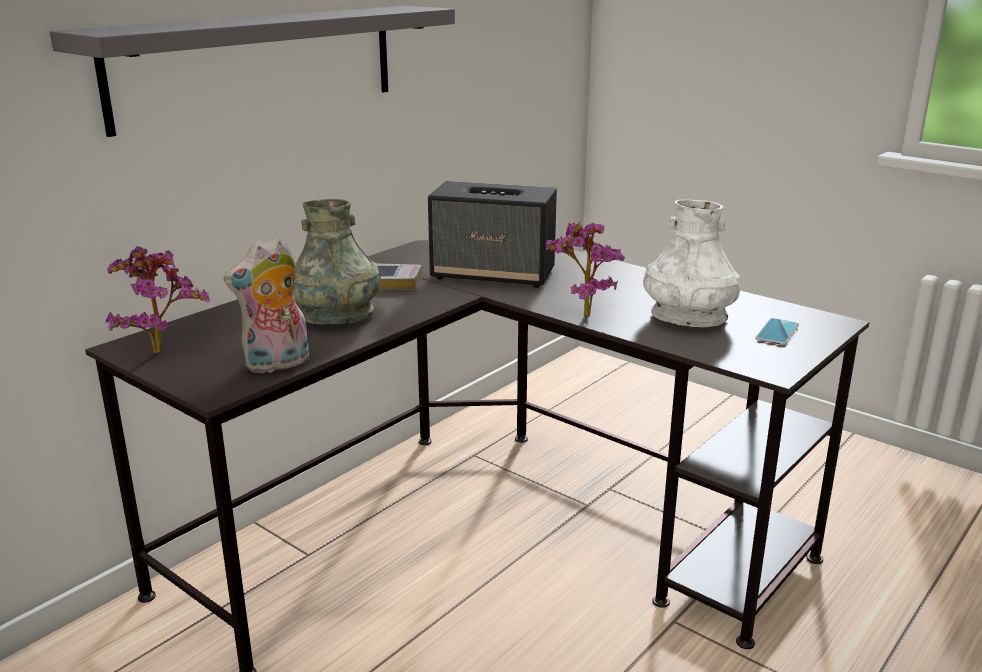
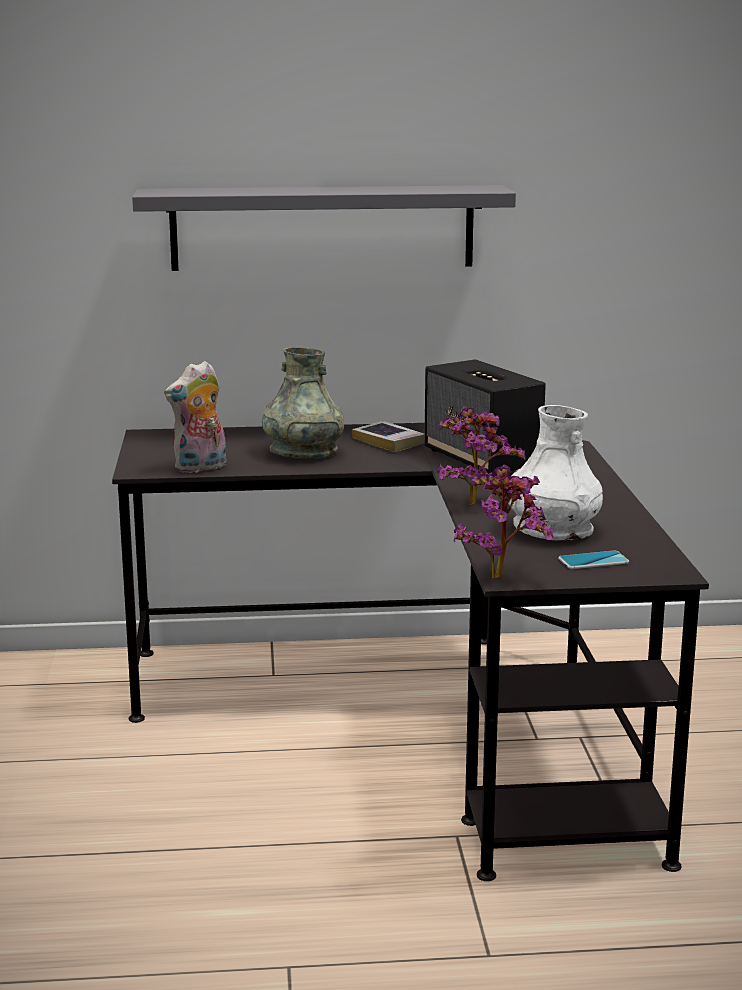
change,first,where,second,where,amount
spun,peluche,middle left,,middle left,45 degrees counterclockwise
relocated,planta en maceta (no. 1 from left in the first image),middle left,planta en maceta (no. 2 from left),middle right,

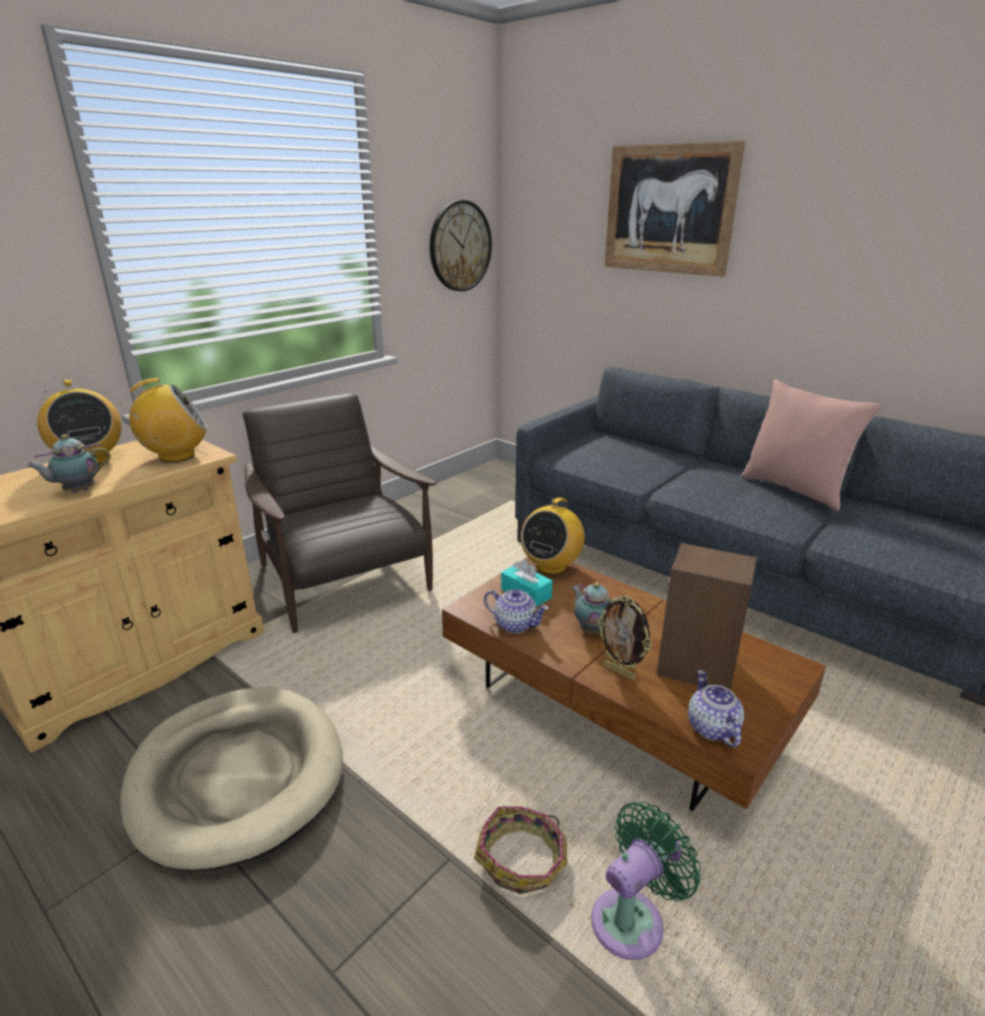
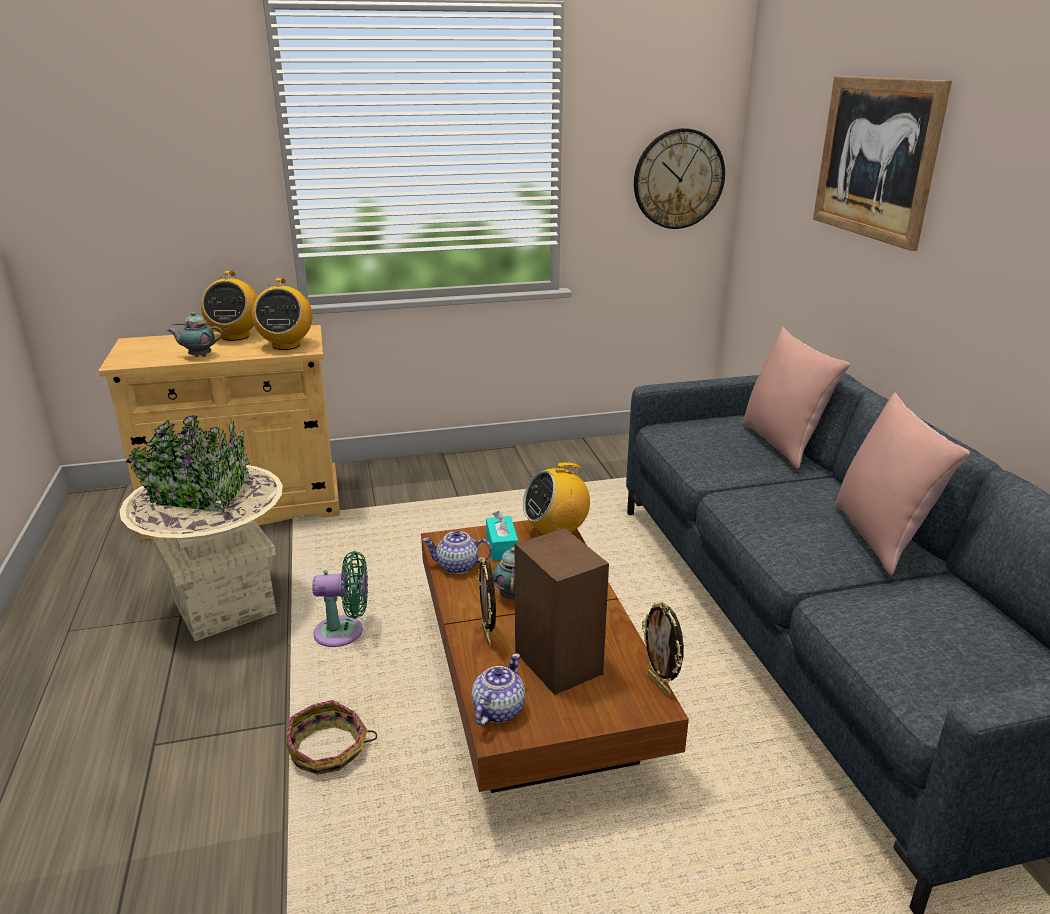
change,first,where,second,where,amount
exchanged,cama para perro/beis,bottom left,maceta/beis,middle left,
spun,radio (no. 2 from left),middle left,,middle left,75 degrees clockwise
relocated,ventilador/verde,bottom centre,,middle left,
spun,tetera (no. 2 from left),centre,,centre,120 degrees clockwise
appeared,,,portarretratos (no. 2 from left),bottom centre,
appeared,,,cojín/rosa (no. 1 from left),middle right,
missing,sillón/marrón,centre,,,

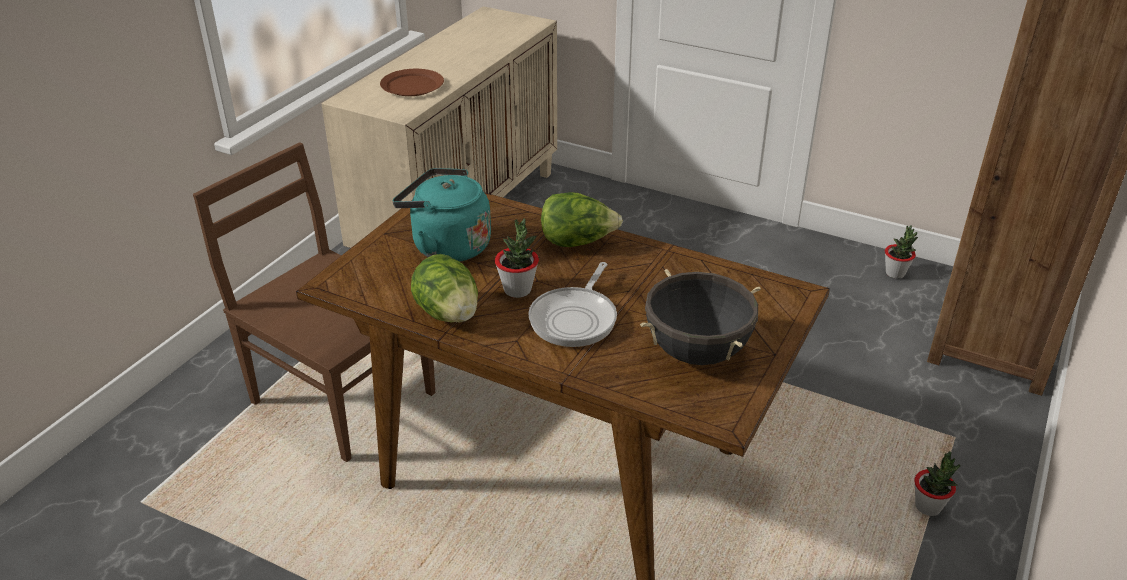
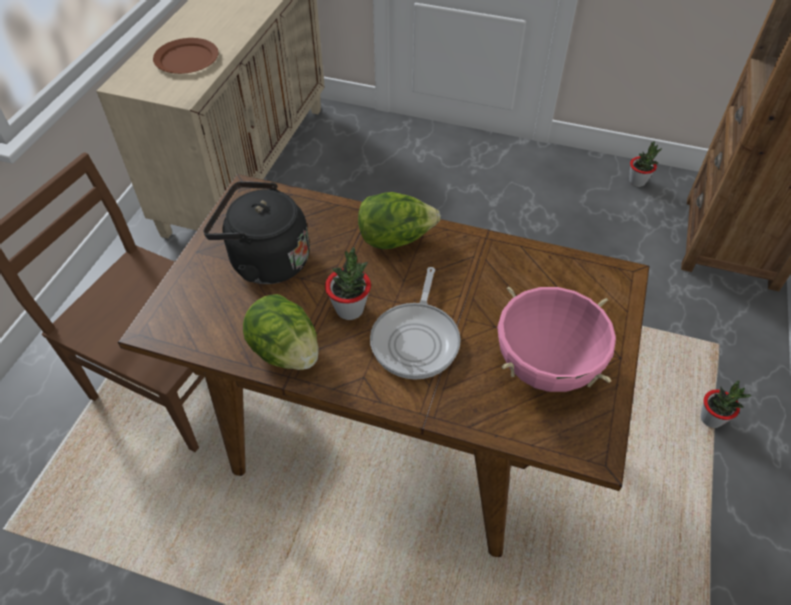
change,first,where,second,where,amount
colour,hervidor/turquesa,centre,hervidor/negro,middle left,
colour,olla/negro,centre,olla/rosa,middle right,

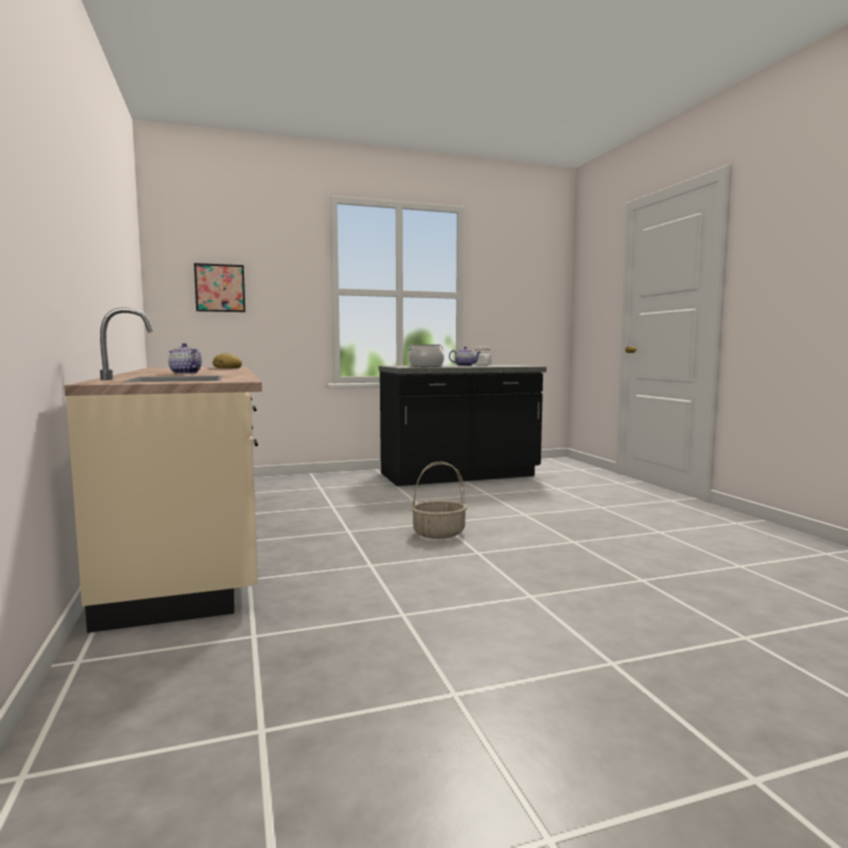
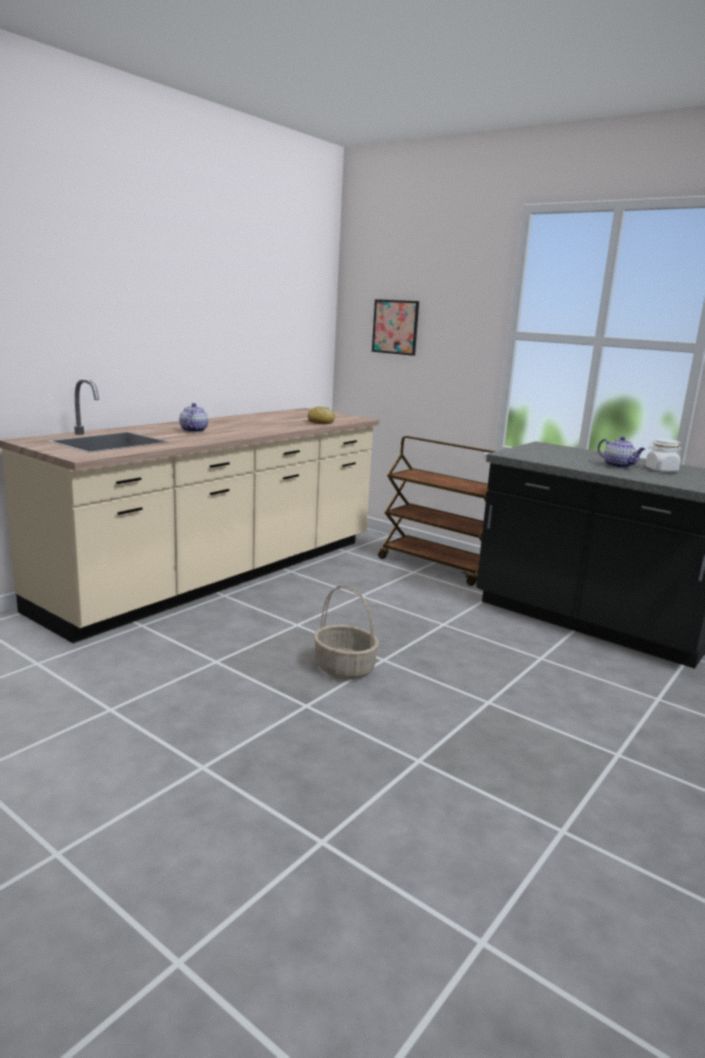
change,first,where,second,where,amount
appeared,,,carrito/marrón,centre,
missing,olla,centre,,,

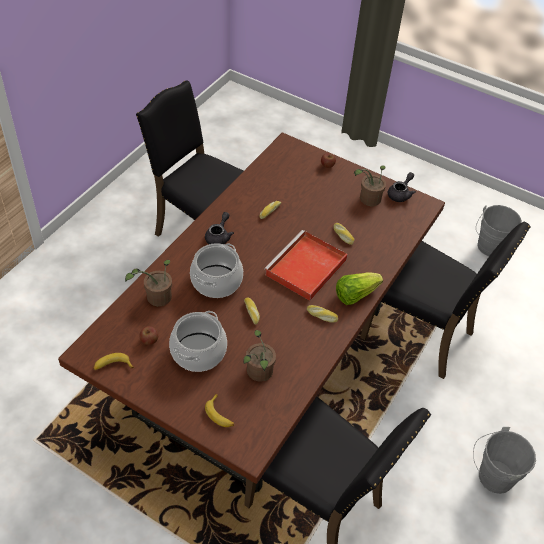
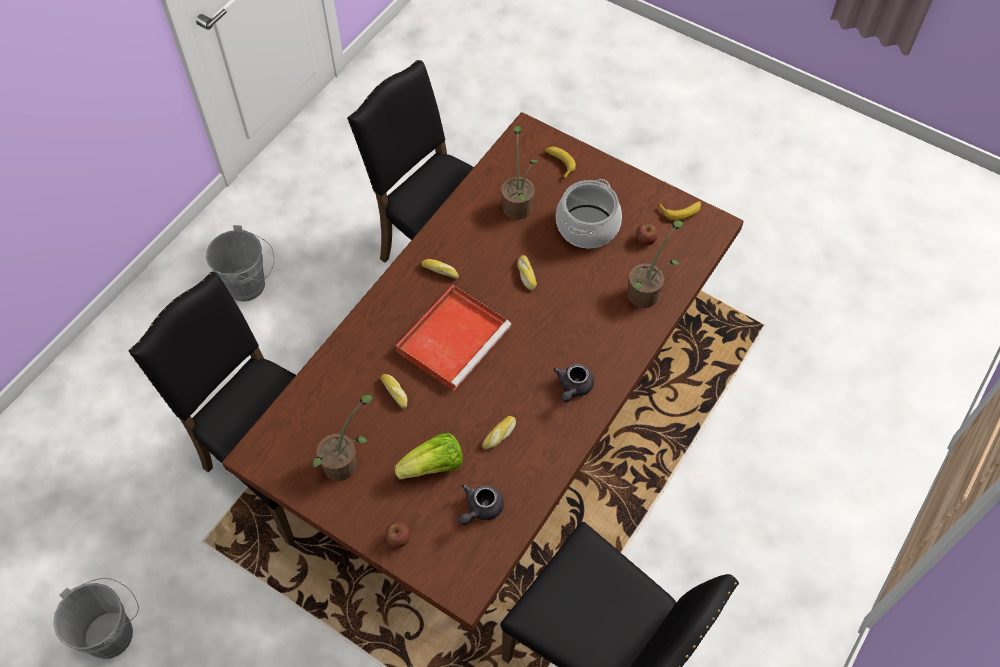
change,first,where,second,where,amount
relocated,lechuga,centre,,bottom centre,
relocated,tetera/gris (no. 2 from left in the first image),middle right,tetera/gris (no. 1 from left),bottom centre,
missing,olla (no. 2 from left),centre,,,

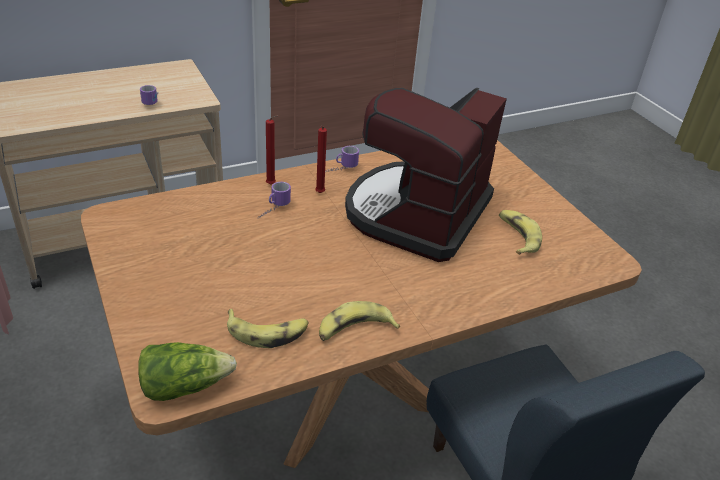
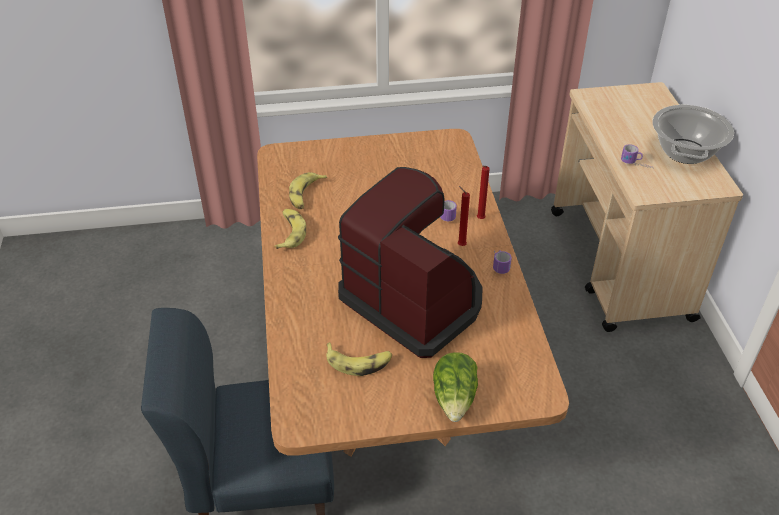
change,first,where,second,where,amount
relocated,lechuga,bottom left,,bottom centre,
appeared,,,olla,top right,

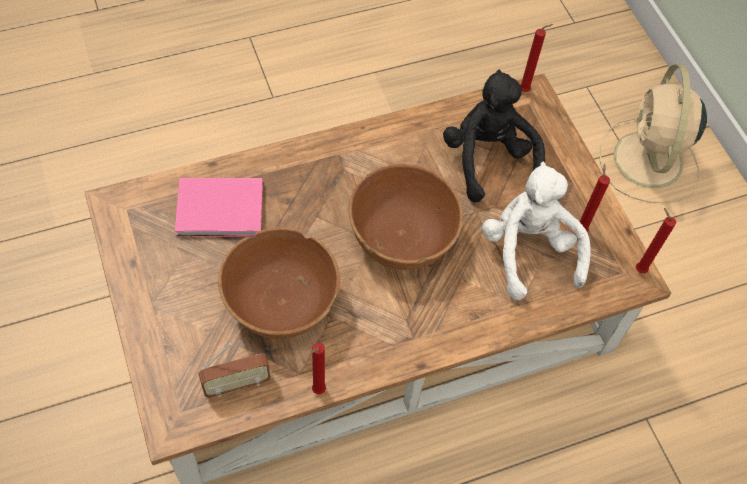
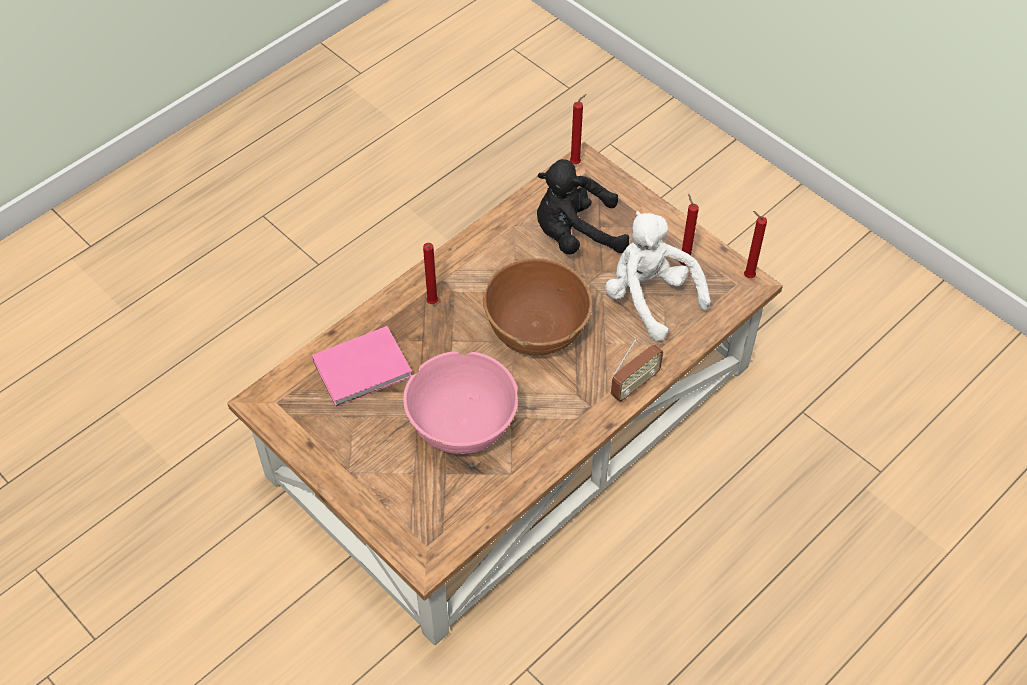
change,first,where,second,where,amount
colour,cuenco/marrón (no. 1 from left),centre,cuenco/rosa,centre,
relocated,vela/rojo (no. 1 from left),bottom centre,,centre,
spun,peluche/negro,top centre,,top centre,60 degrees counterclockwise
relocated,radio,bottom left,,centre,
missing,ventilador/beis,top right,,,

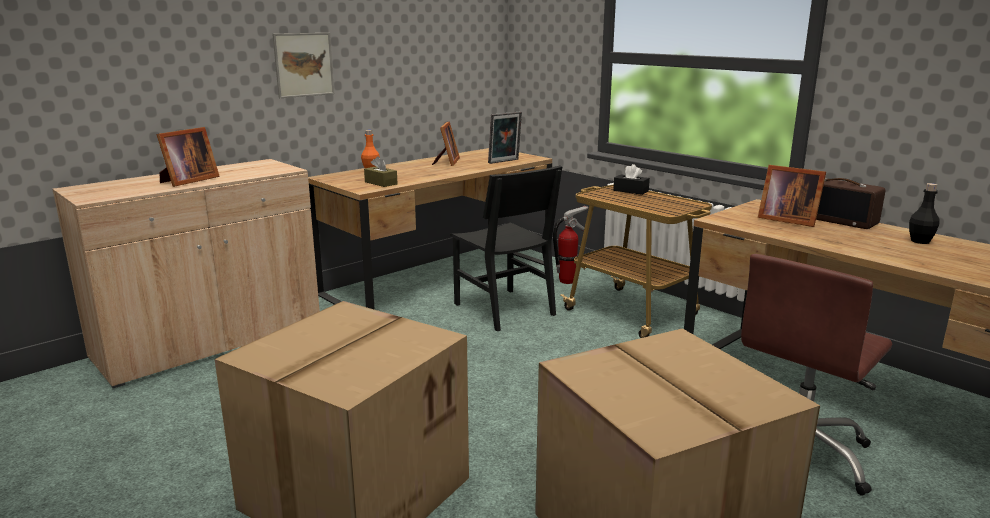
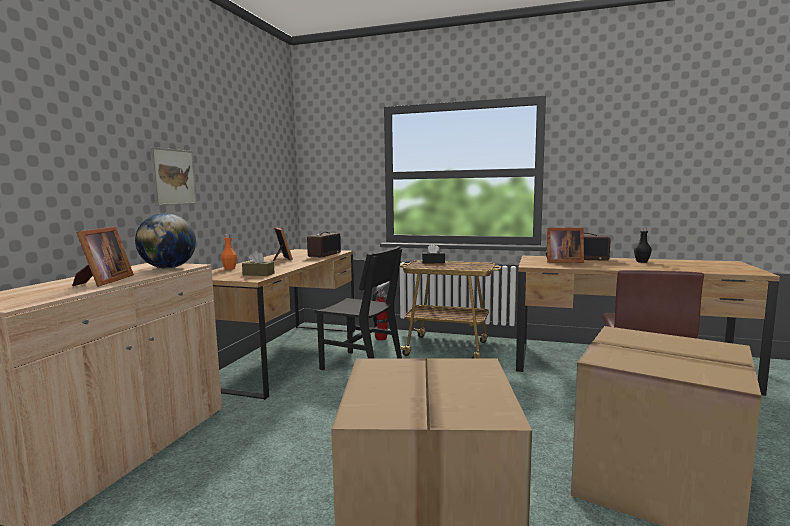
change,first,where,second,where,amount
appeared,,,globo terráqueo,middle left,
exchanged,portarretratos (no. 3 from left),top centre,radio (no. 1 from left),centre,

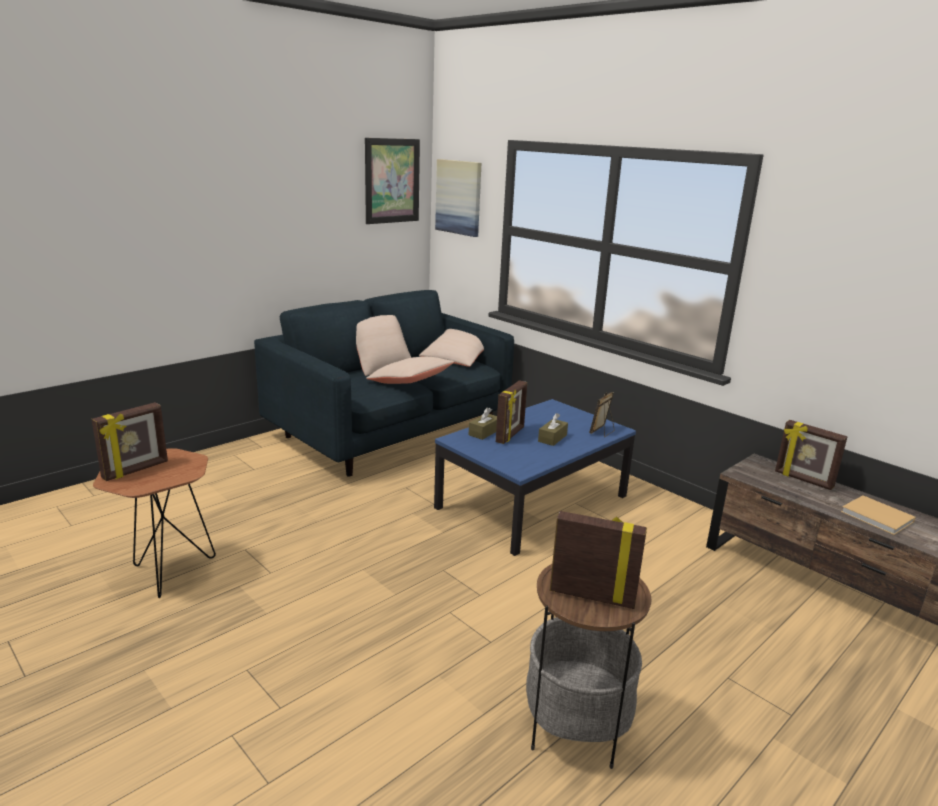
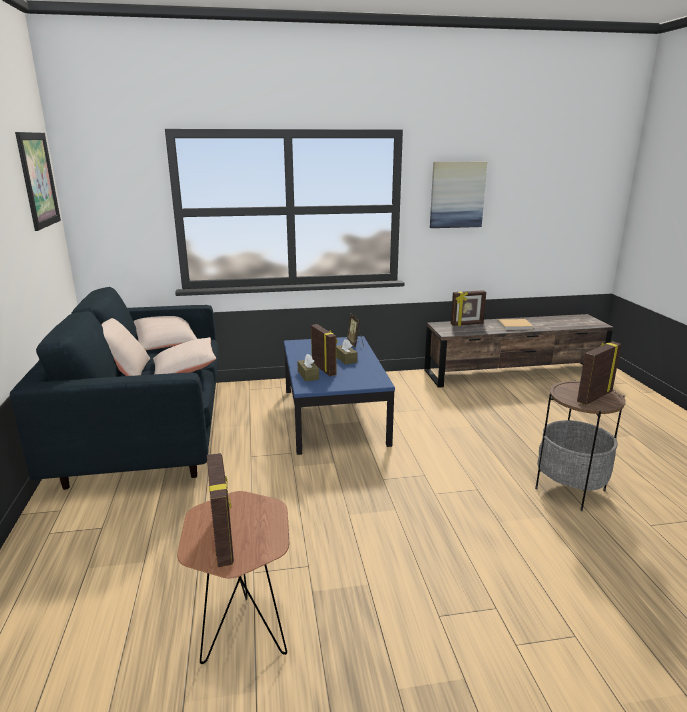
change,first,where,second,where,amount
relocated,cuadro (no. 2 from left),top centre,,top right,

